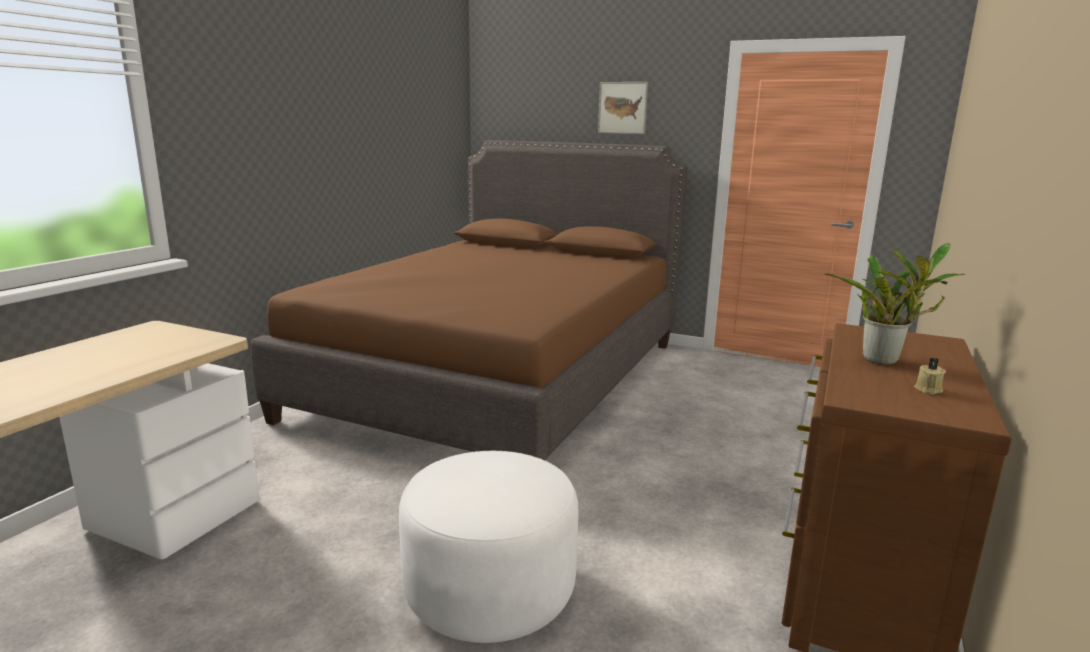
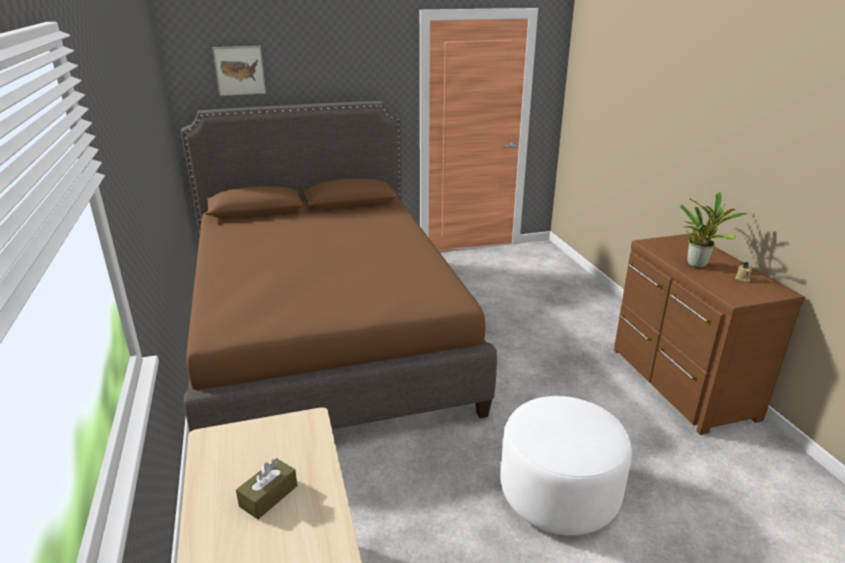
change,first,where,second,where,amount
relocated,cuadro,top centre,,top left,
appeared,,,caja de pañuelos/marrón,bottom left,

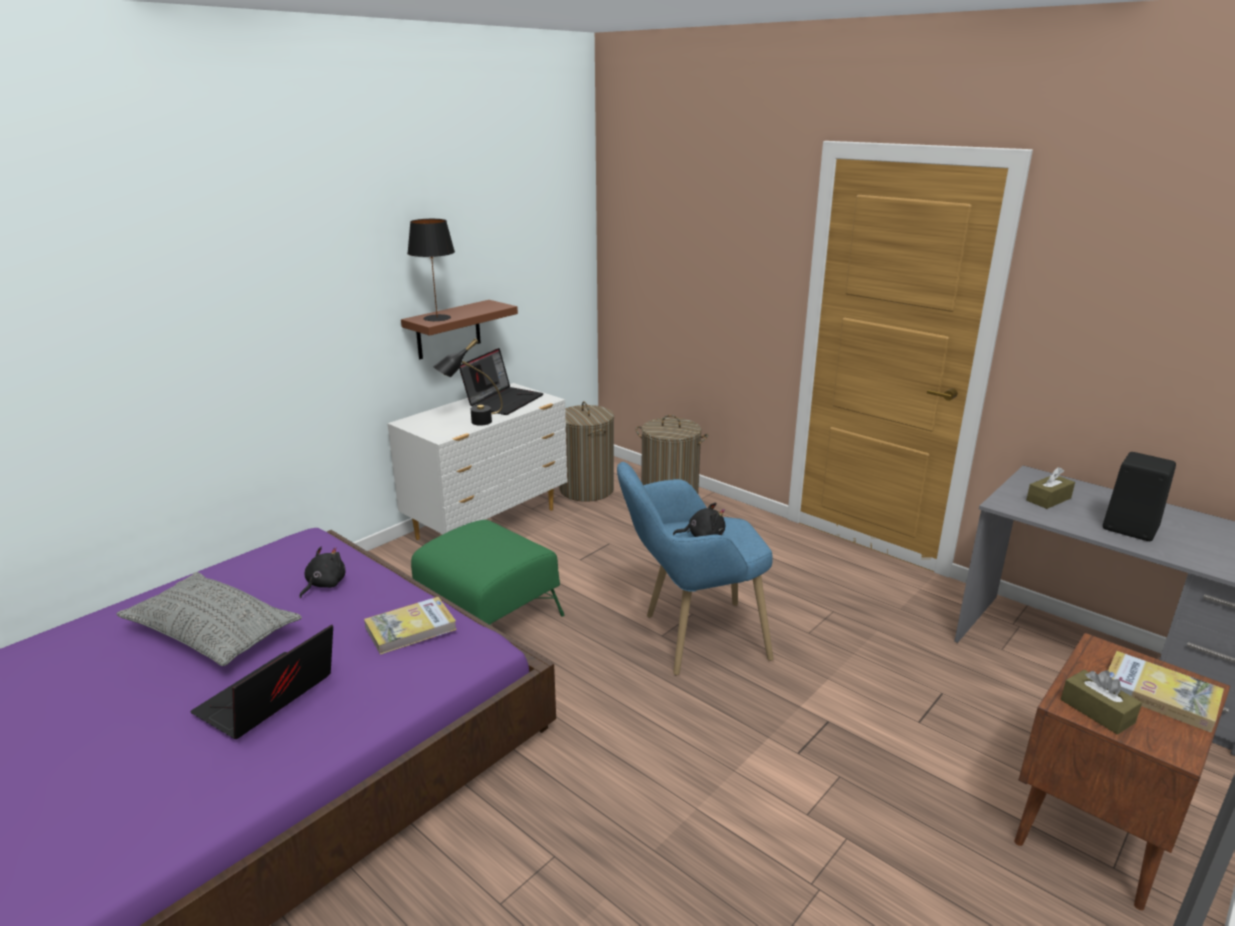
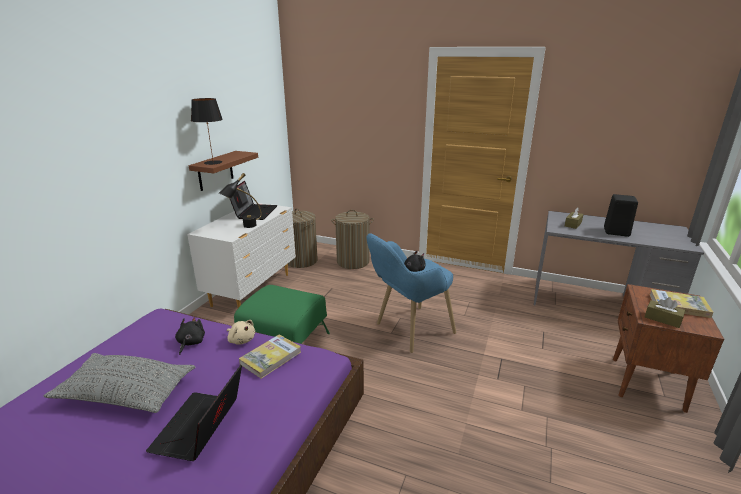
change,first,where,second,where,amount
appeared,,,peluche/beis,bottom left,

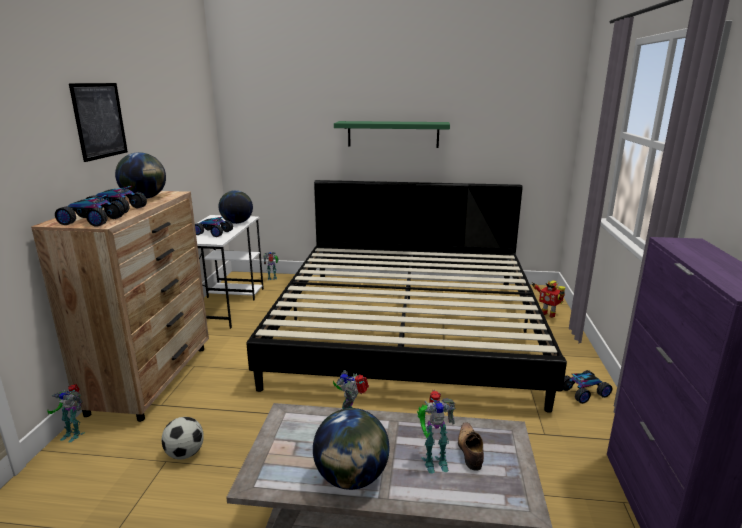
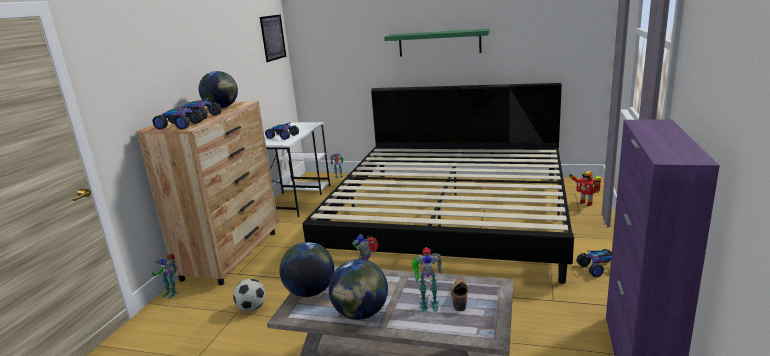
change,first,where,second,where,amount
relocated,cuadro,top left,,top centre,
relocated,globo terráqueo (no. 2 from left),middle left,,bottom centre,

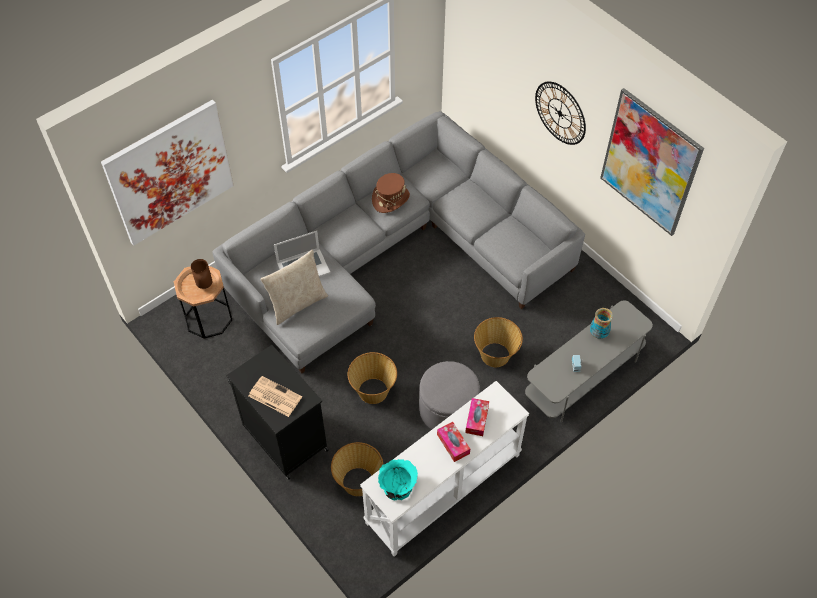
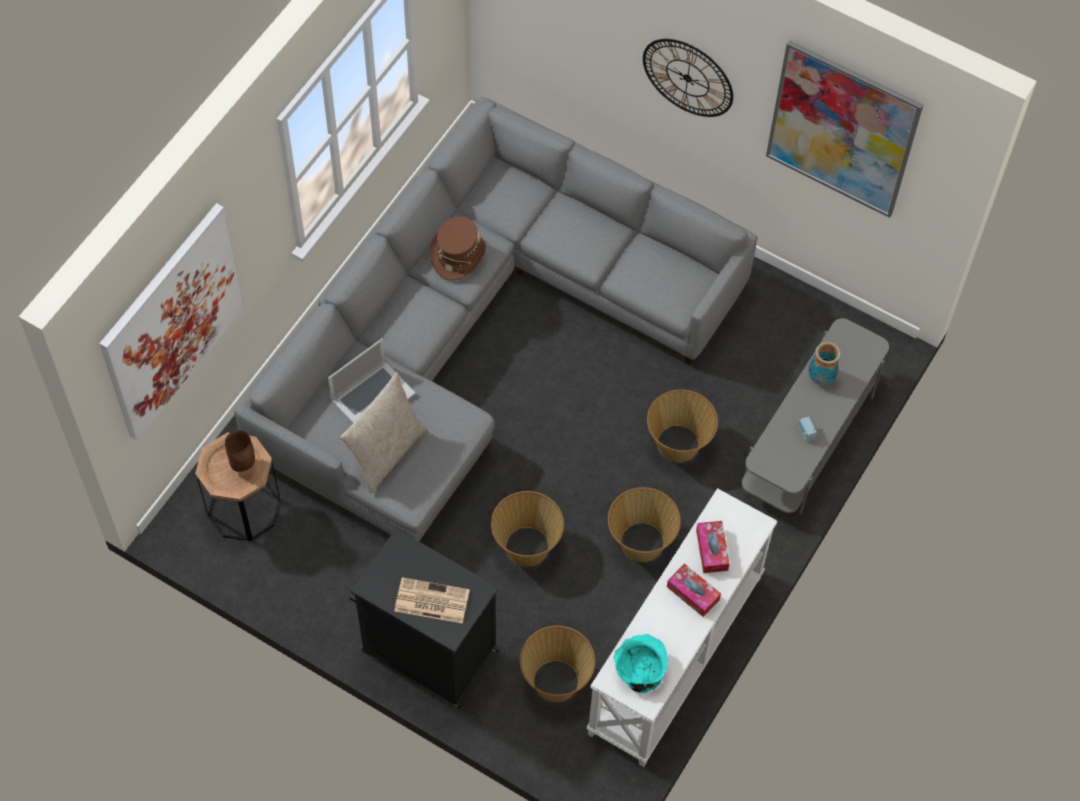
change,first,where,second,where,amount
exchanged,puf/gris,centre,cesta (no. 3 from left),centre,

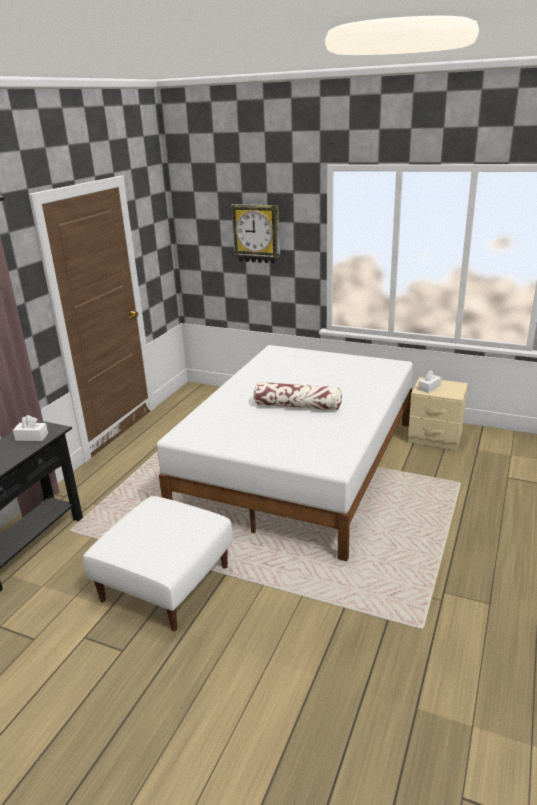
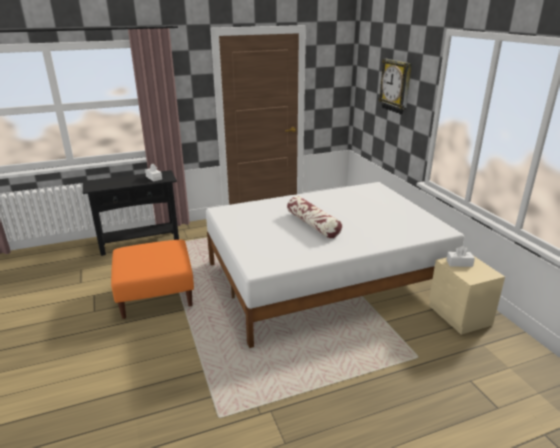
change,first,where,second,where,amount
colour,puf/blanco,bottom left,puf/naranja,middle left,

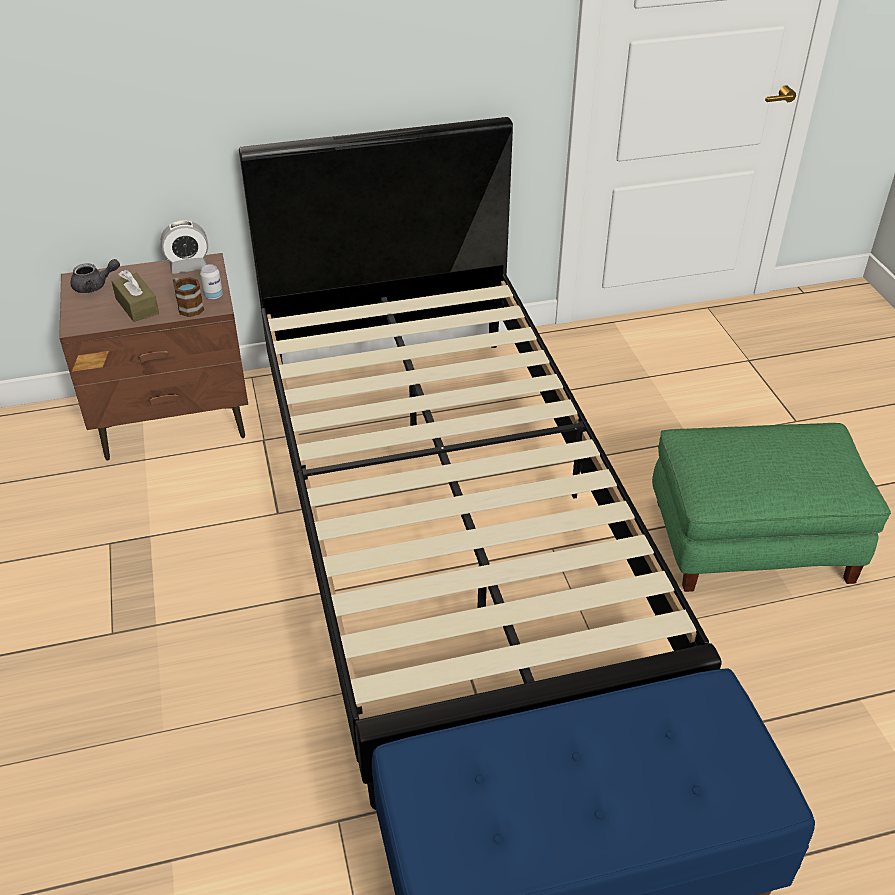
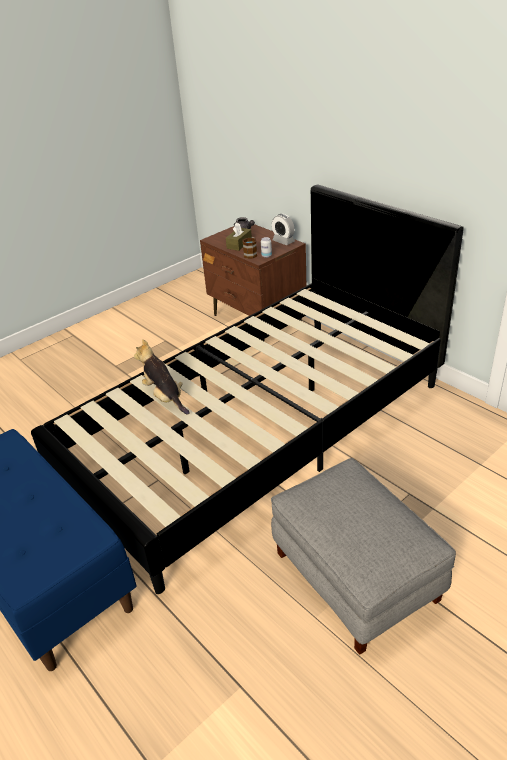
change,first,where,second,where,amount
appeared,,,peluche,middle left,
colour,puf/verde,middle right,puf/gris,bottom right,

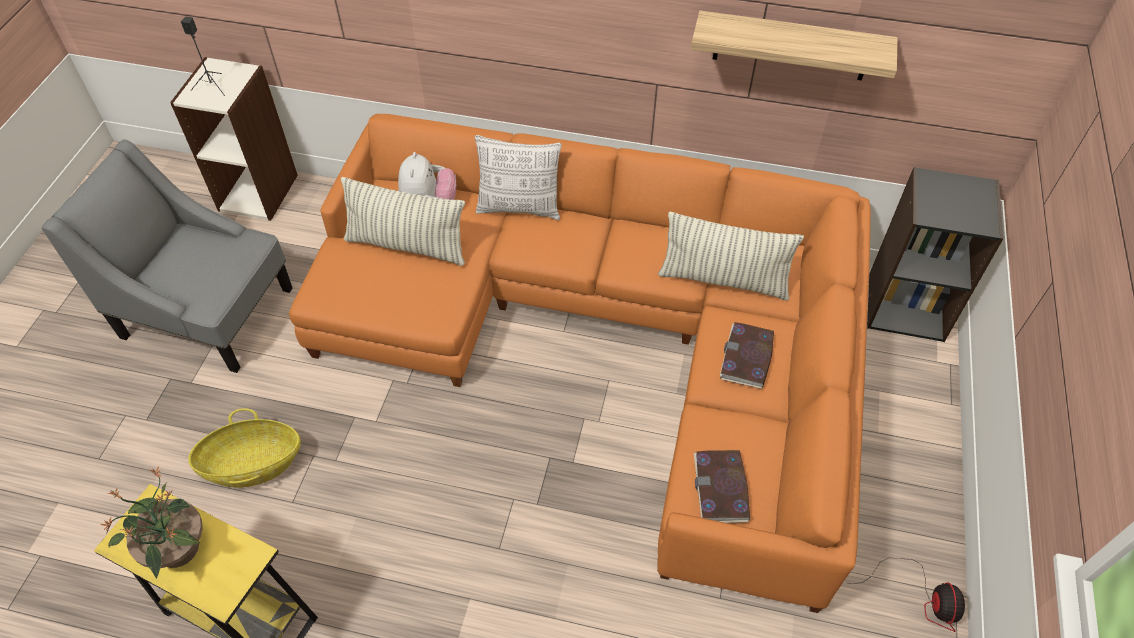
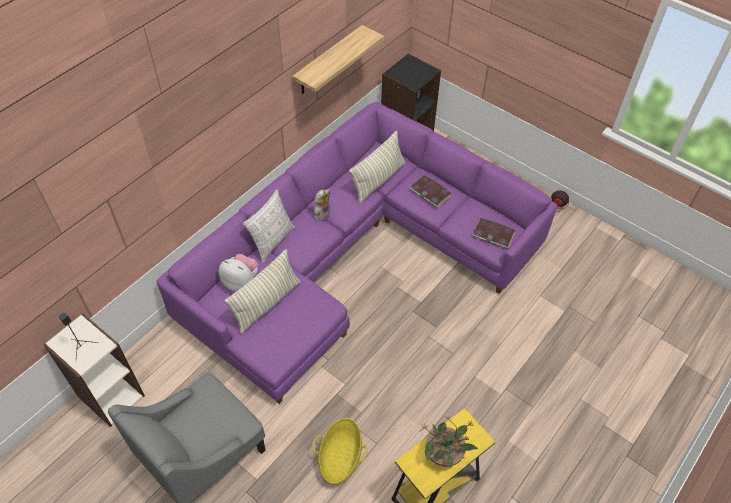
change,first,where,second,where,amount
colour,sofá/naranja,centre,sofá/morado,centre,
appeared,,,peluche (no. 2 from left),centre,

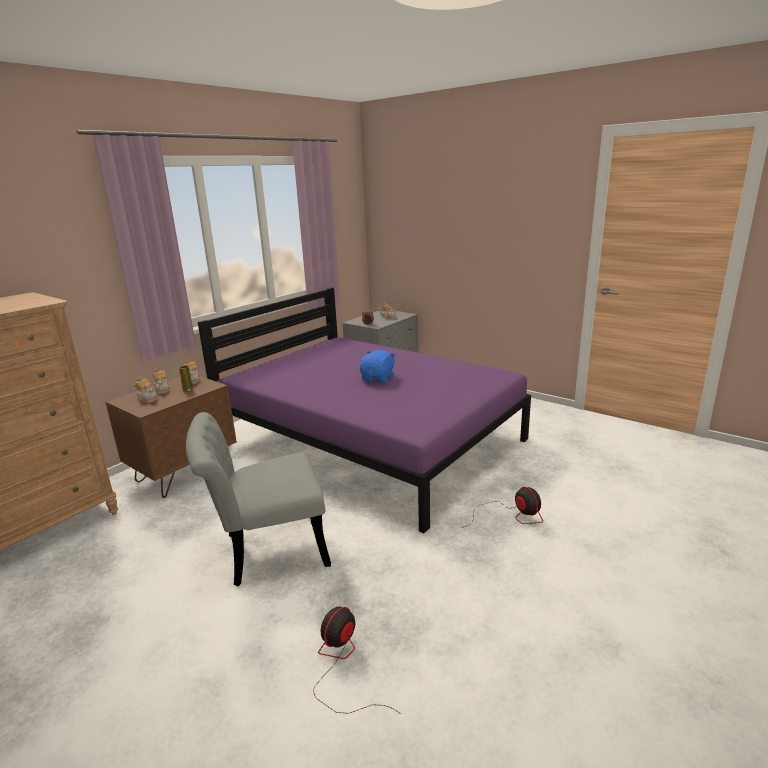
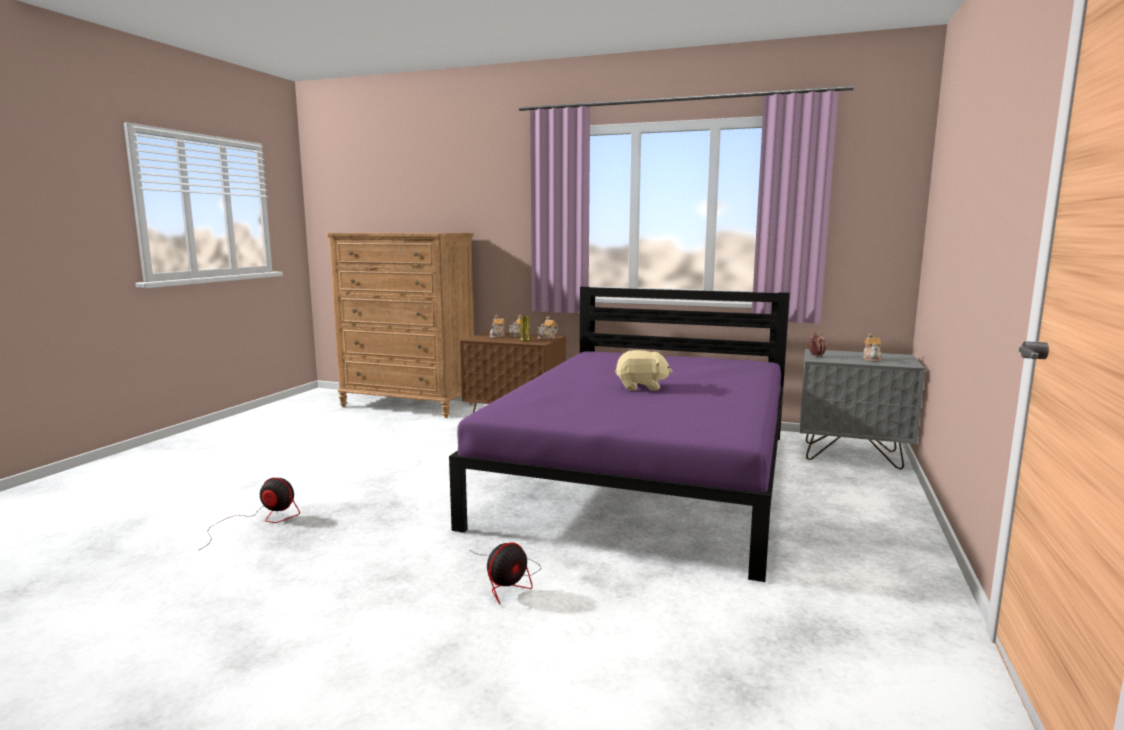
change,first,where,second,where,amount
colour,peluche/azul,centre,peluche/beis,centre,
missing,silla/gris,centre,,,

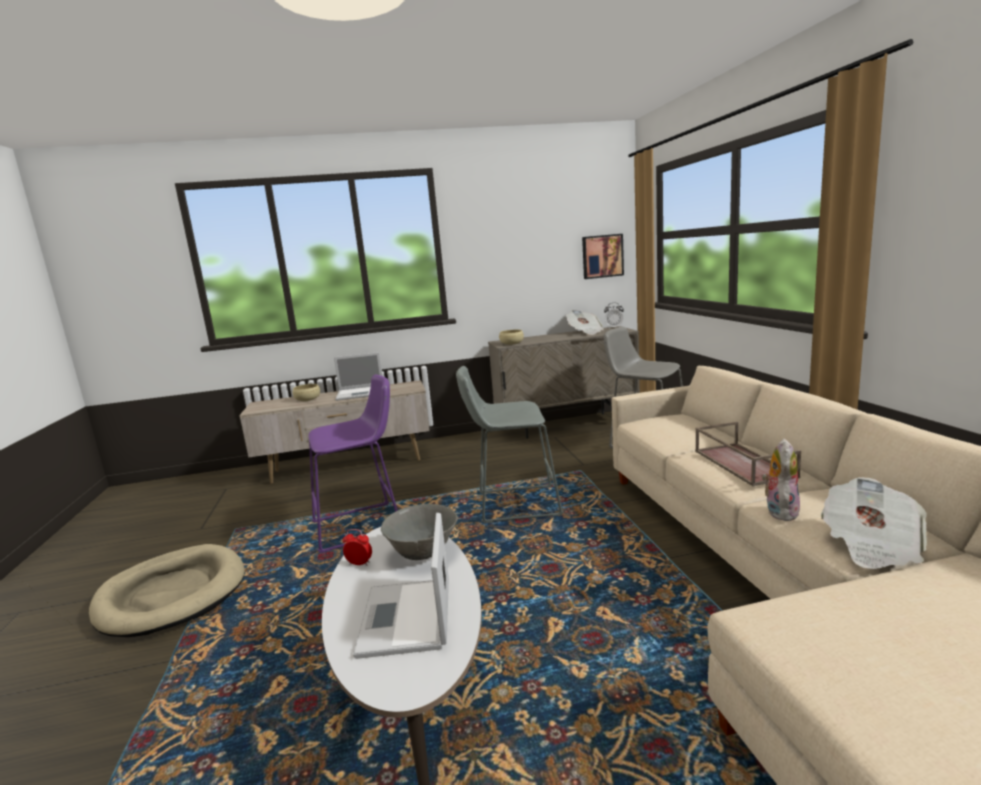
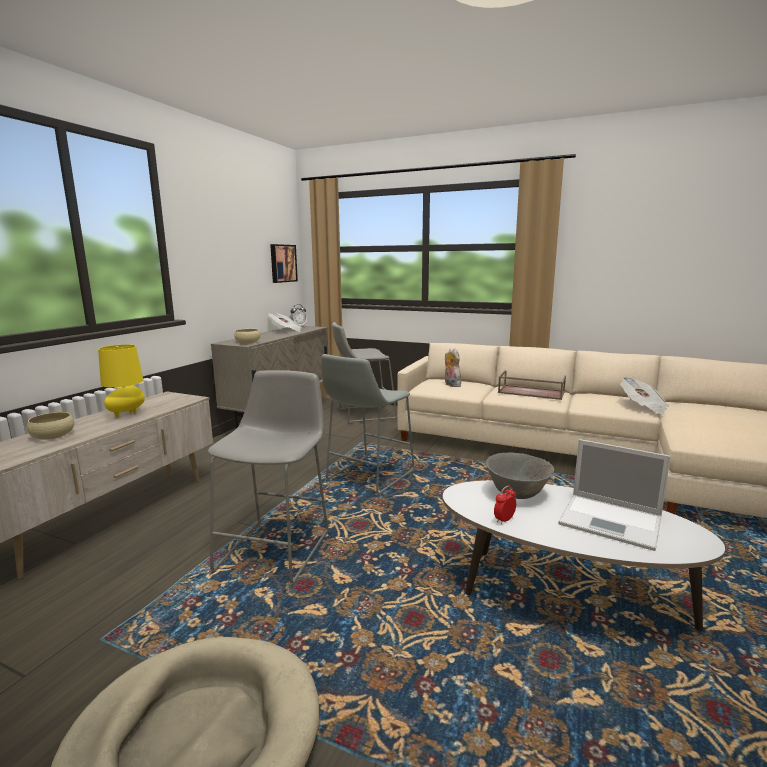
change,first,where,second,where,amount
exchanged,portátil (no. 1 from left),centre,lámpara de mesa/amarillo,middle left,
colour,taburete/morado,centre,taburete/gris (no. 1 from left),centre,
relocated,peluche,middle right,,centre,

